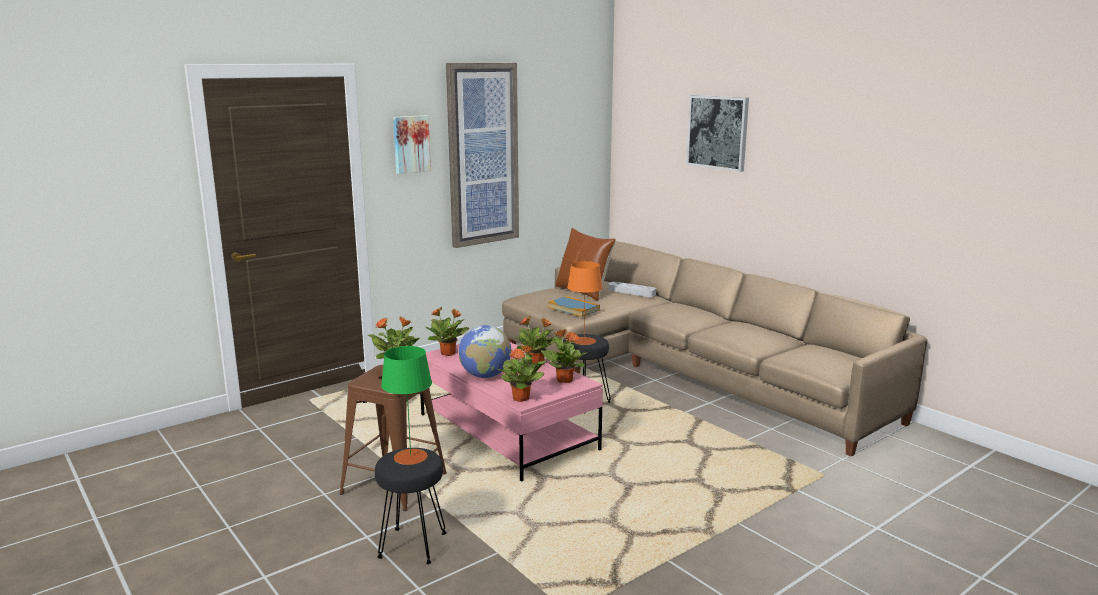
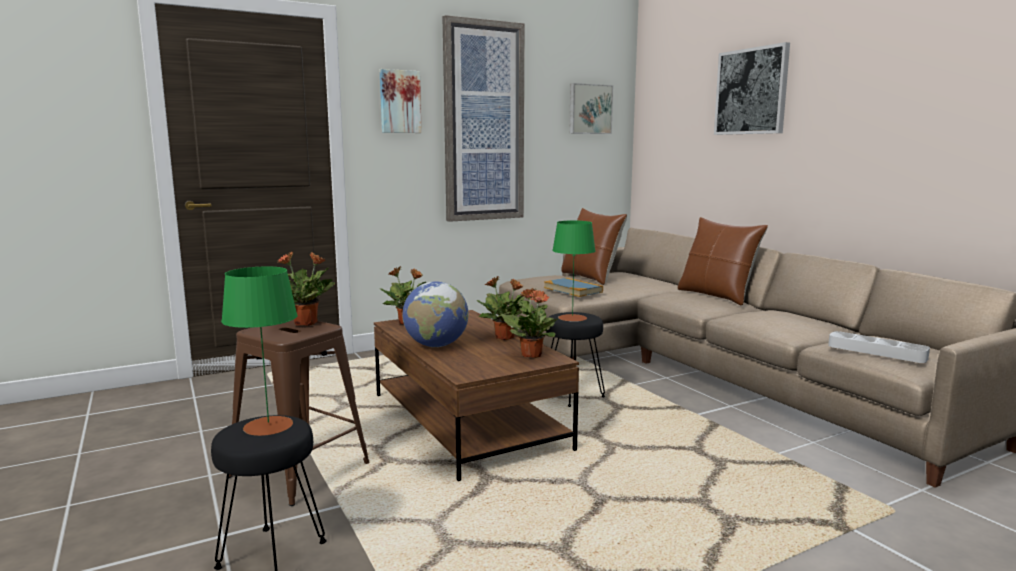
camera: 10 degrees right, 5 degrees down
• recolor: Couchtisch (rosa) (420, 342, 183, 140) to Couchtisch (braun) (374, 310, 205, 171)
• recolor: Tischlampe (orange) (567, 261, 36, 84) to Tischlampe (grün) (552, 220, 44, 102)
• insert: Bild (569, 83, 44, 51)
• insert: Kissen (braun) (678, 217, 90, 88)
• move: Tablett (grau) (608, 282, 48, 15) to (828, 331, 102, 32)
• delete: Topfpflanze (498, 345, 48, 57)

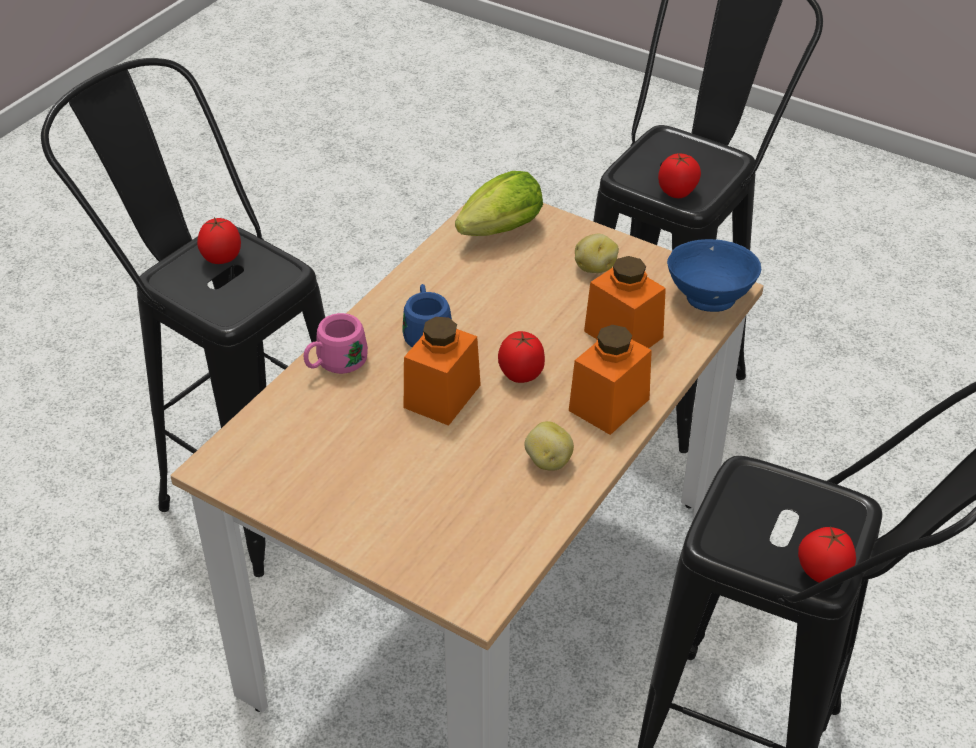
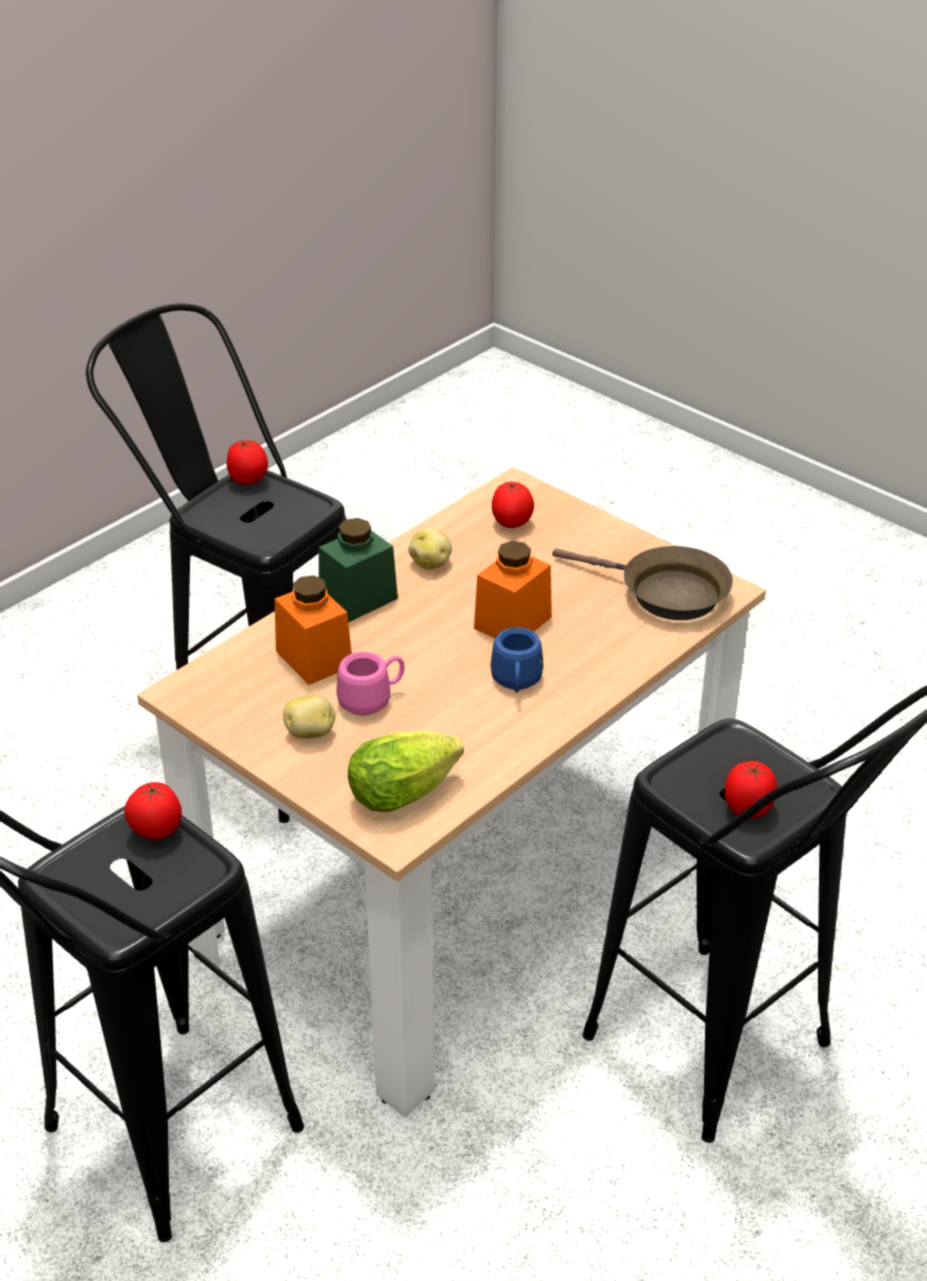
camera: 170 degrees left, 5 degrees down
• recolor: Vorratsglas (orange) (569, 325, 83, 110) to Vorratsglas (grün) (319, 518, 79, 105)
• move: Henkelbecher (rosa) (304, 313, 64, 61) to (337, 652, 68, 63)
• move: Tomate (498, 331, 47, 52) to (492, 482, 42, 46)
• insert: Pfanne (braun) (552, 546, 181, 74)
• delete: Schüssel (blau) (667, 239, 94, 73)

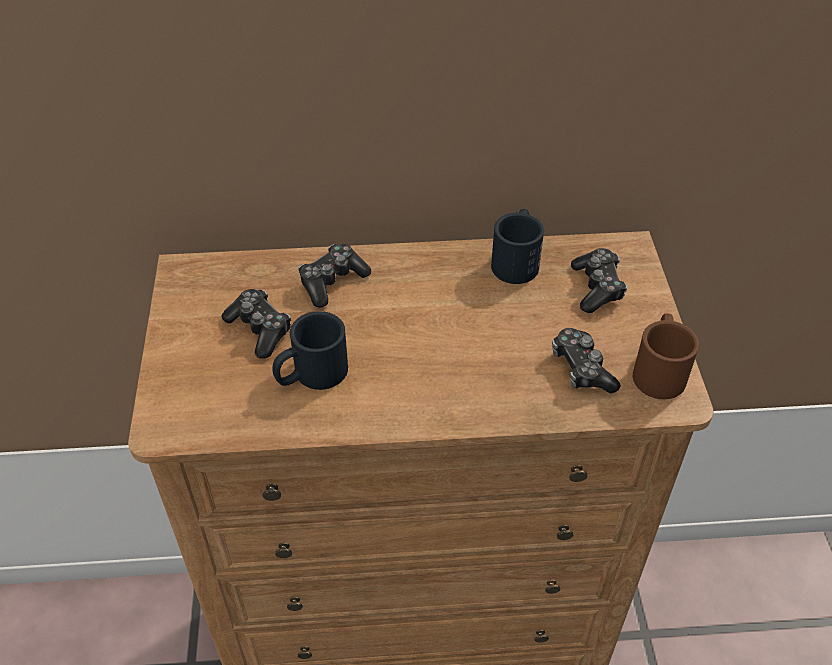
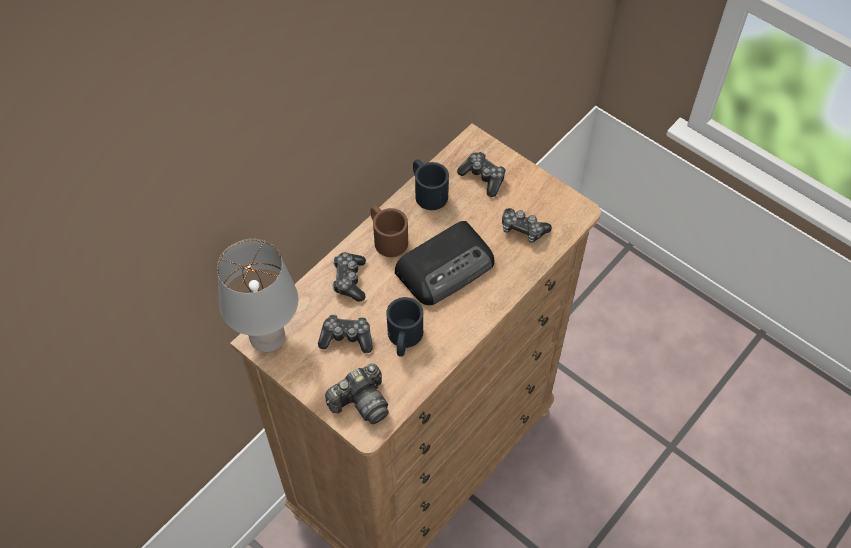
camera: 45 degrees left, 10 degrees up
• insert: Tischlampe (grau) (217, 239, 81, 113)
• insert: Kamera (325, 364, 64, 60)
• move: Henkelbecher (braun) (633, 313, 66, 86) to (371, 205, 37, 52)
• insert: Radio (395, 221, 99, 84)

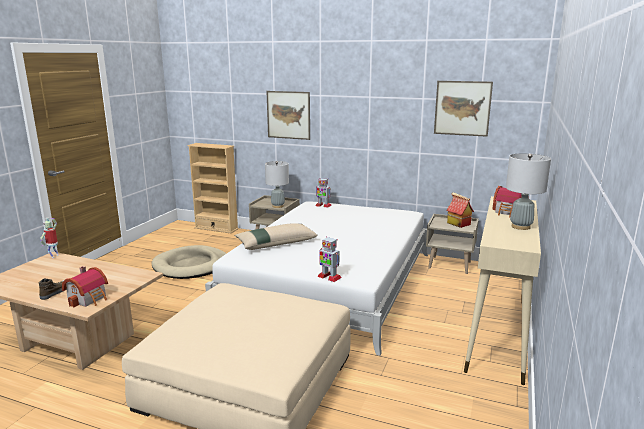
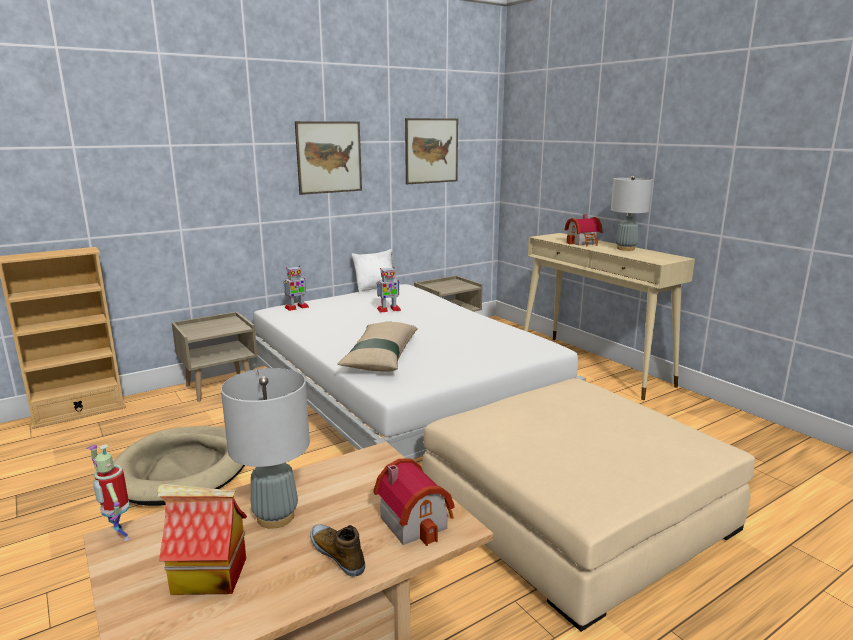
camera: 55 degrees left, 0 degrees up
• move: Spielzeughaus (446, 192, 28, 36) to (157, 484, 90, 111)
• move: Tischlampe (grau) (265, 161, 24, 47) to (221, 368, 89, 161)
• move: Bild (266, 91, 44, 49) to (295, 121, 67, 74)
• insert: Kissen (weiß) (351, 249, 46, 43)
• move: Spielzeugroboter (317, 236, 25, 46) to (377, 267, 24, 45)

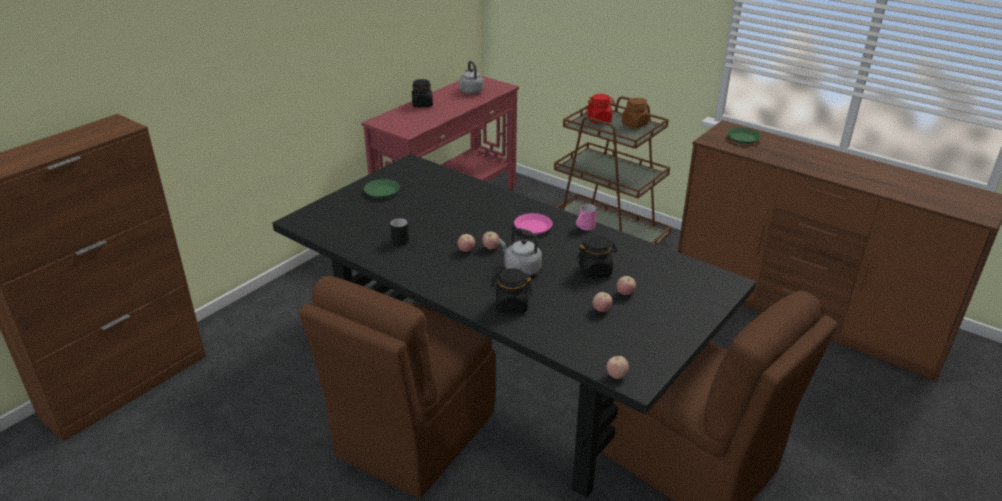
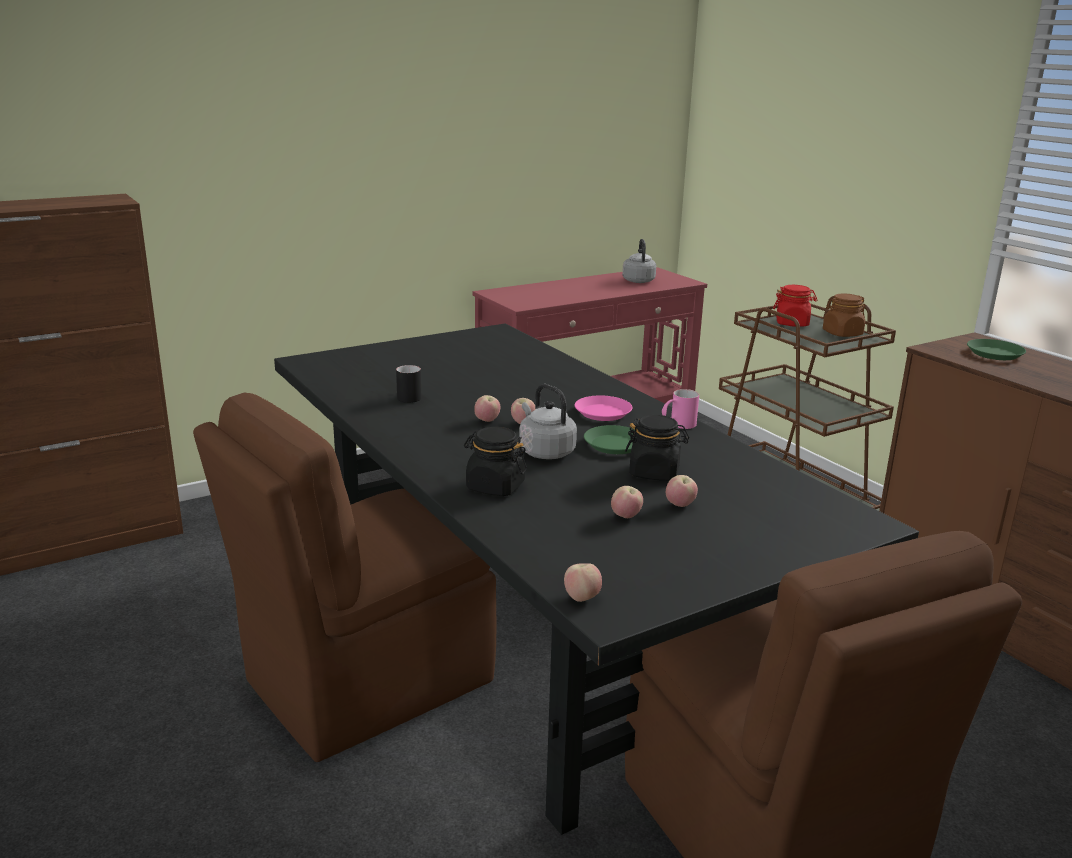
camera: 20 degrees right, 10 degrees down
• move: Teller (grün) (364, 179, 36, 19) to (584, 425, 53, 29)
• delete: Vorratsglas (schwarz) (412, 79, 21, 28)

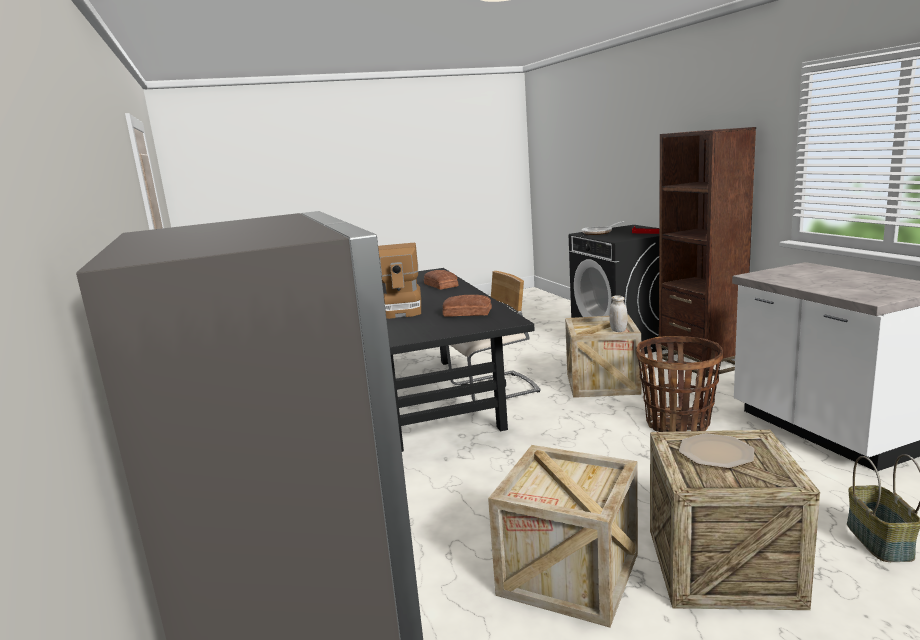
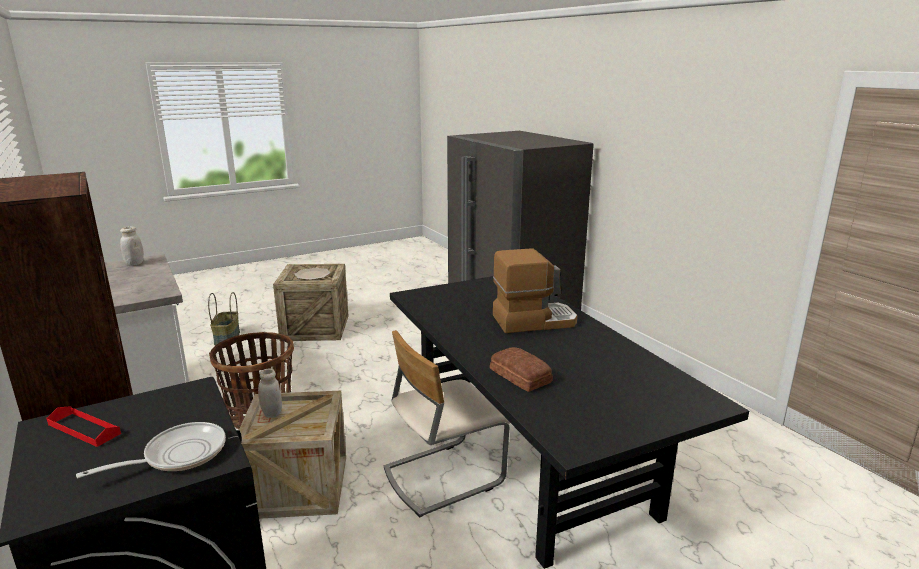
camera: 170 degrees right, 5 degrees up
• insert: Vorratsglas (weiß) (120, 227, 24, 39)
• rotate: Kaffeemaschine (378, 243, 43, 76) = (493, 248, 84, 85) 90 degrees clockwise
• delete: Brot (442, 295, 50, 22)
• delete: Kiste (488, 445, 150, 182)

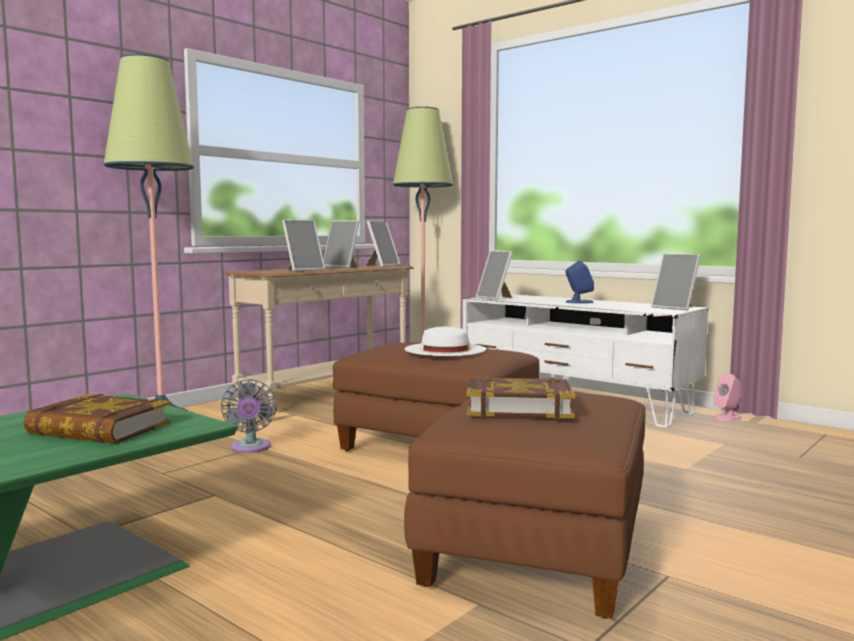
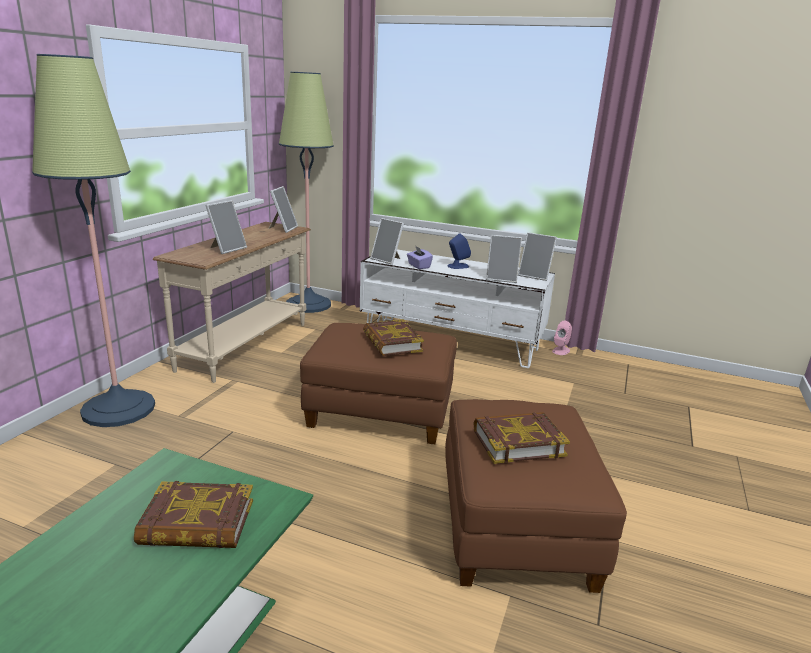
camera: 20 degrees left, 15 degrees up
• replace: Hut (weiß) (405, 326, 81, 30) to Buch (363, 319, 61, 37)
• insert: Taschentuchbox (lila) (407, 246, 26, 23)
• move: Bilderrahmen (323, 220, 36, 48) to (486, 235, 36, 48)
• delete: Ventilator (grau) (220, 379, 57, 74)

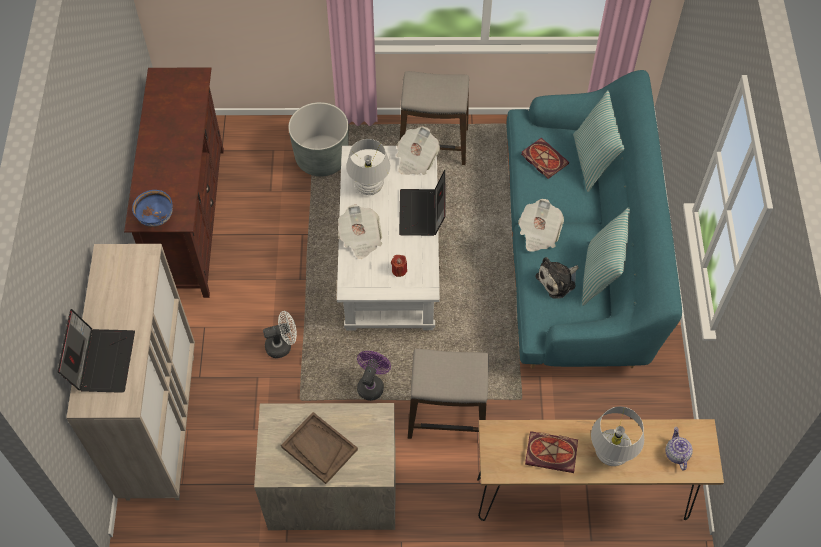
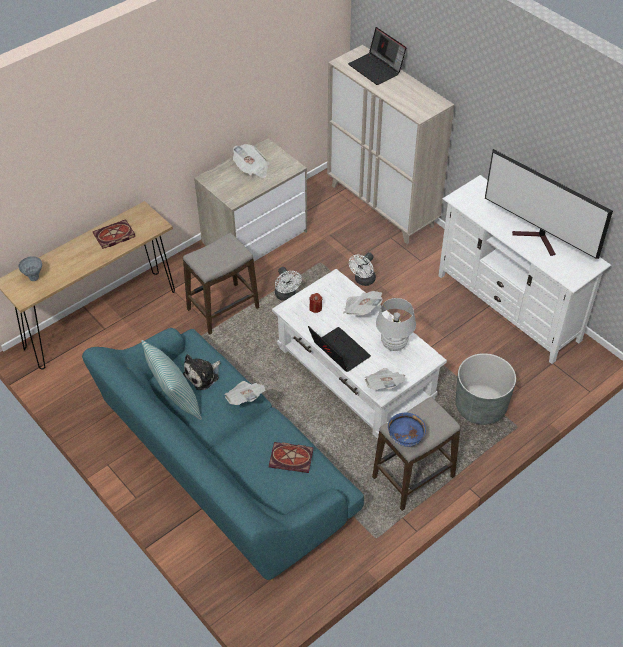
camera: 140 degrees right, 10 degrees down
• replace: Teekanne (665, 427, 28, 44) to Vase (grau) (19, 256, 23, 25)
• rotate: Plüschtier (535, 257, 44, 42) = (183, 354, 38, 36) 150 degrees counterclockwise
• replace: Tablett (braun) (281, 412, 77, 72) to Zeitung (233, 144, 36, 34)
• recolor: Ventilator (lila) (357, 351, 34, 50) to Ventilator (weiß) (275, 267, 27, 34)
• move: Schüssel (blau) (132, 190, 41, 37) to (388, 413, 38, 34)
• recolor: Fernsehschrank (braun) (124, 68, 100, 230) to Fernsehschrank (weiß) (438, 175, 173, 189)
• insert: Fernseher (485, 149, 128, 110)
• delete: Kissen (573, 90, 52, 102)
• delete: Tischlampe (weiß) (591, 407, 53, 59)

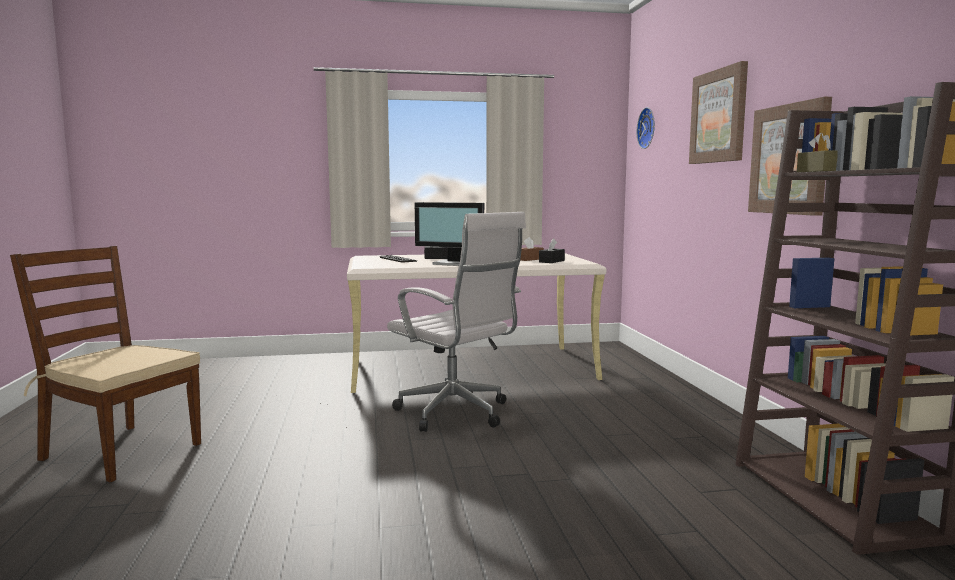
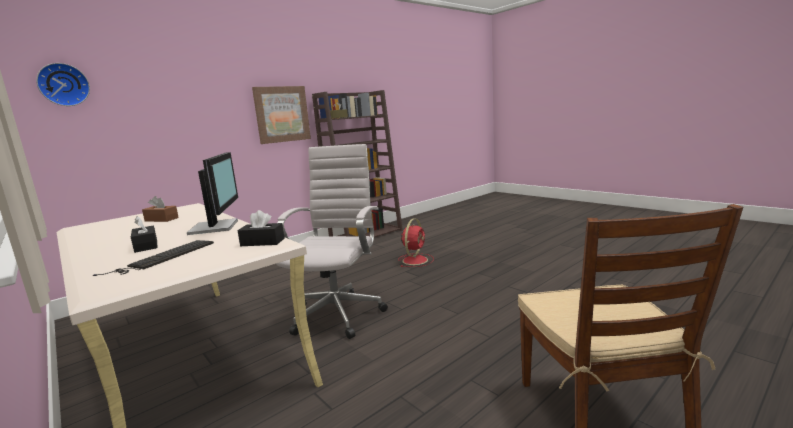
camera: 120 degrees left, 5 degrees up
• move: Taschentuchbox (schwarz) (539, 238, 26, 25) to (237, 210, 47, 36)
• insert: Ventilator (rot) (398, 218, 36, 49)
• delete: Bild (689, 61, 59, 103)

